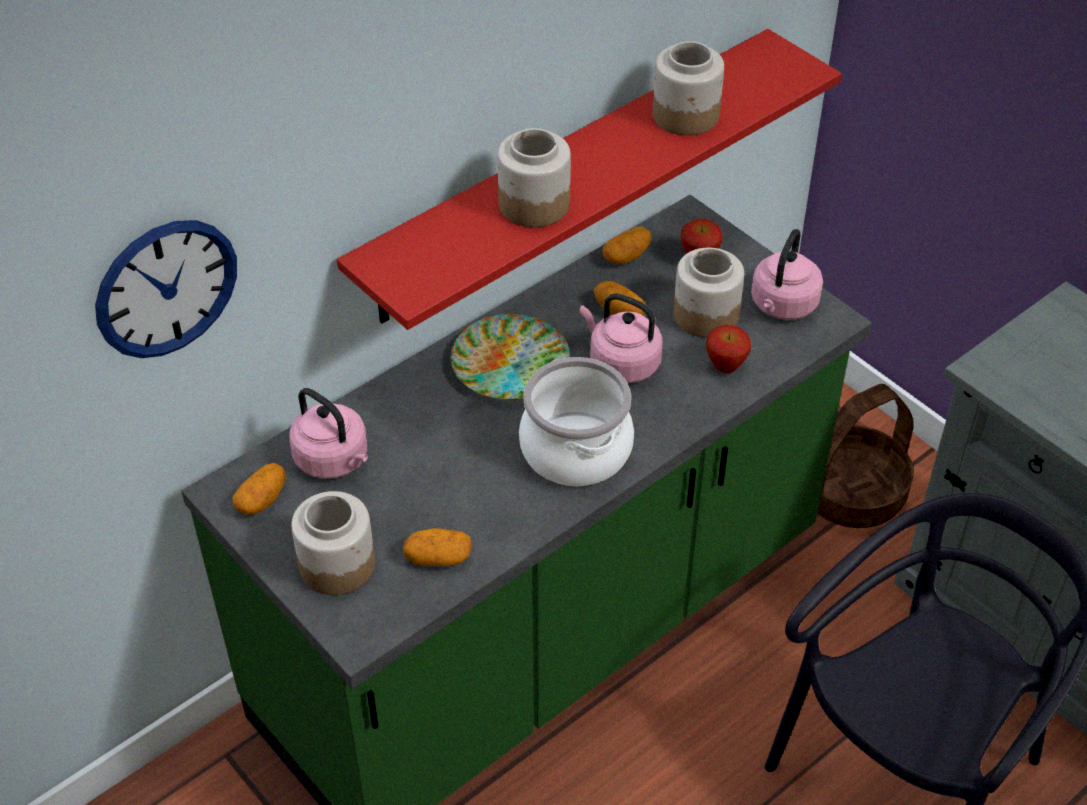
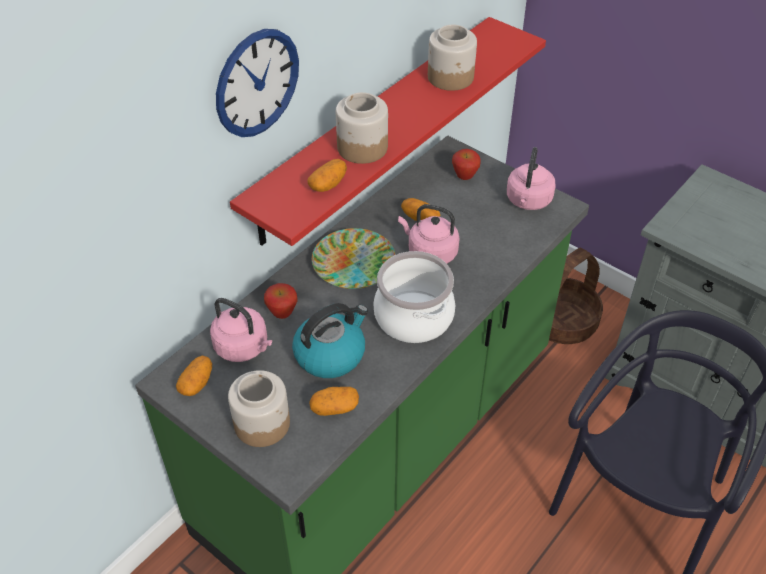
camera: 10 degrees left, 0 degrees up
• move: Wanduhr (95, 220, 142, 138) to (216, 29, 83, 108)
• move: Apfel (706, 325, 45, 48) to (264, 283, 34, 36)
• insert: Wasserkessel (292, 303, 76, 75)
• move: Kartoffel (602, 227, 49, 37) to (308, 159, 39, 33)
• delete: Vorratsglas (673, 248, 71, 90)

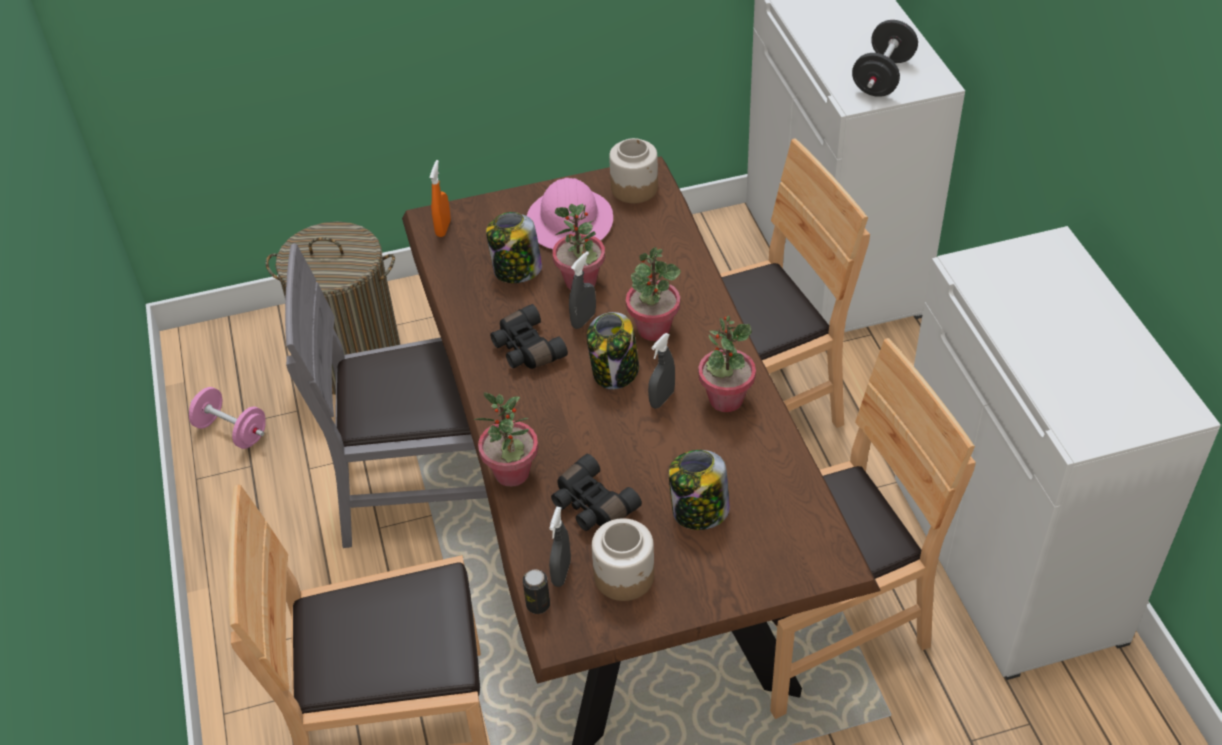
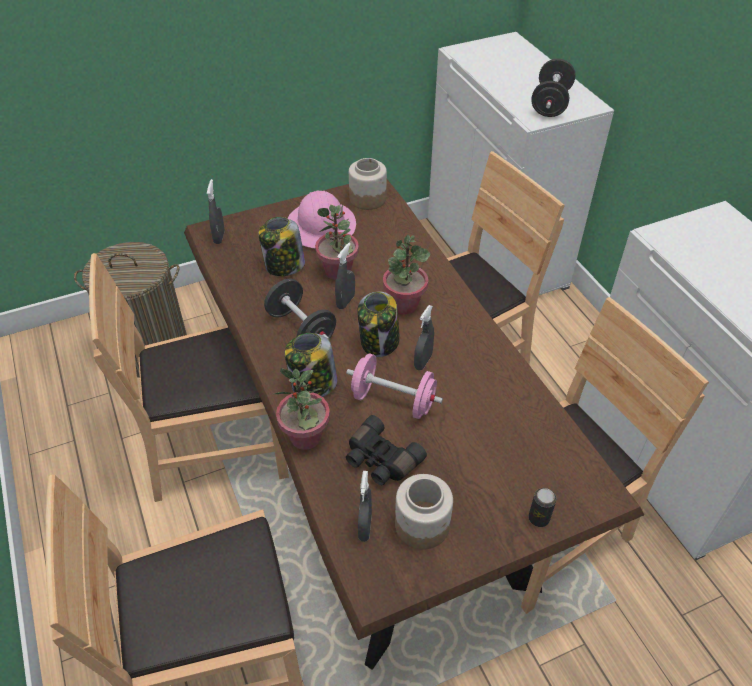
camera: 10 degrees left, 0 degrees up
• recolor: Stuhl (grau) (285, 243, 203, 305) to Stuhl (braun) (89, 253, 200, 249)
• recolor: Sprühflasche (orange) (430, 160, 21, 77) to Sprühflasche (grau) (207, 179, 18, 65)
• replace: Fernglas (schwarz) (490, 304, 78, 65) to Hantel (schwarz) (264, 279, 72, 61)
• move: Vorratsglas (669, 450, 61, 80) to (285, 333, 52, 64)
• move: Hantel (rosa) (189, 387, 77, 62) to (346, 353, 97, 66)
• move: Dose (523, 569, 27, 45) to (528, 488, 29, 39)
• delete: Topfpflanze (698, 316, 58, 96)

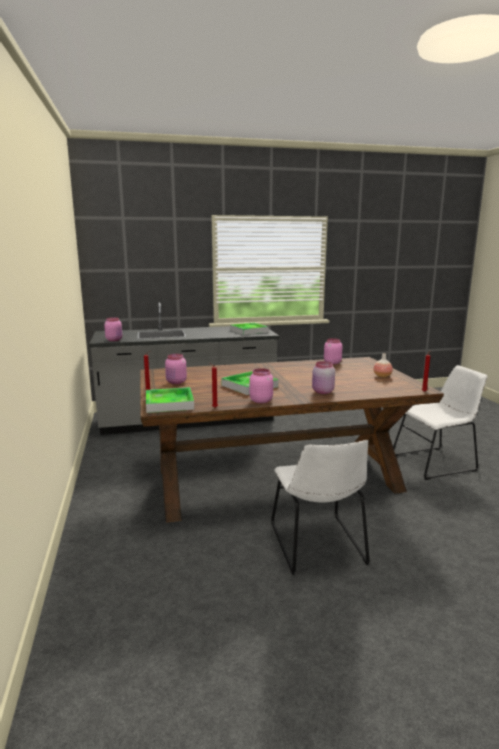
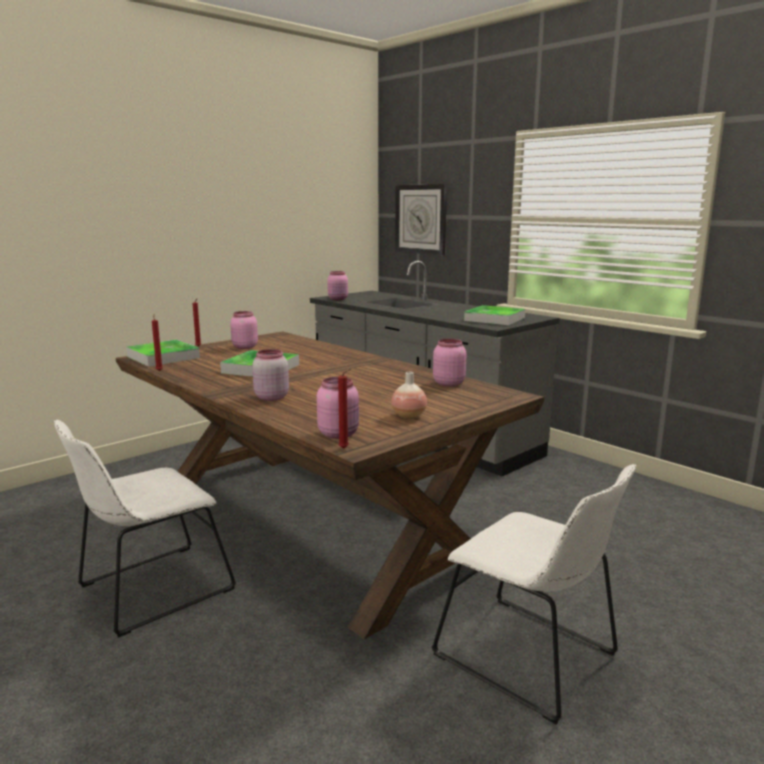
camera: 60 degrees right, 0 degrees up
• move: Vorratsglas (rosa) (249, 368, 24, 35) to (317, 377, 42, 62)
• insert: Wanduhr (395, 184, 52, 71)

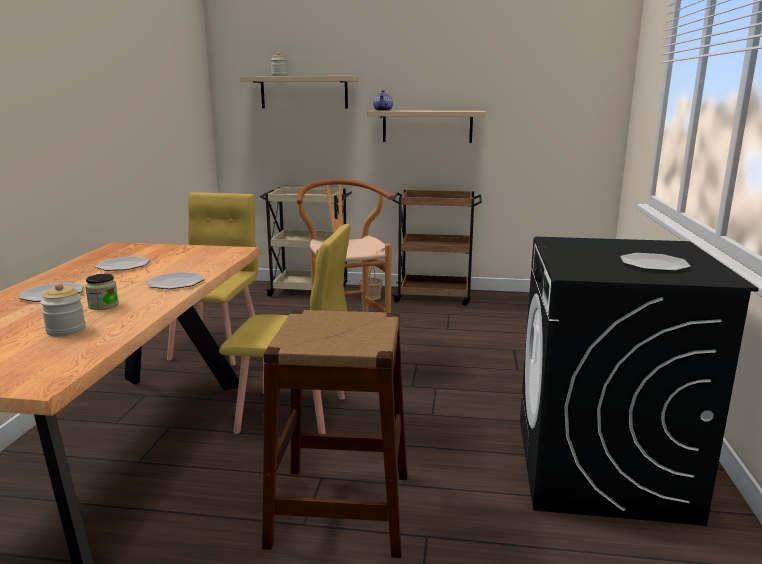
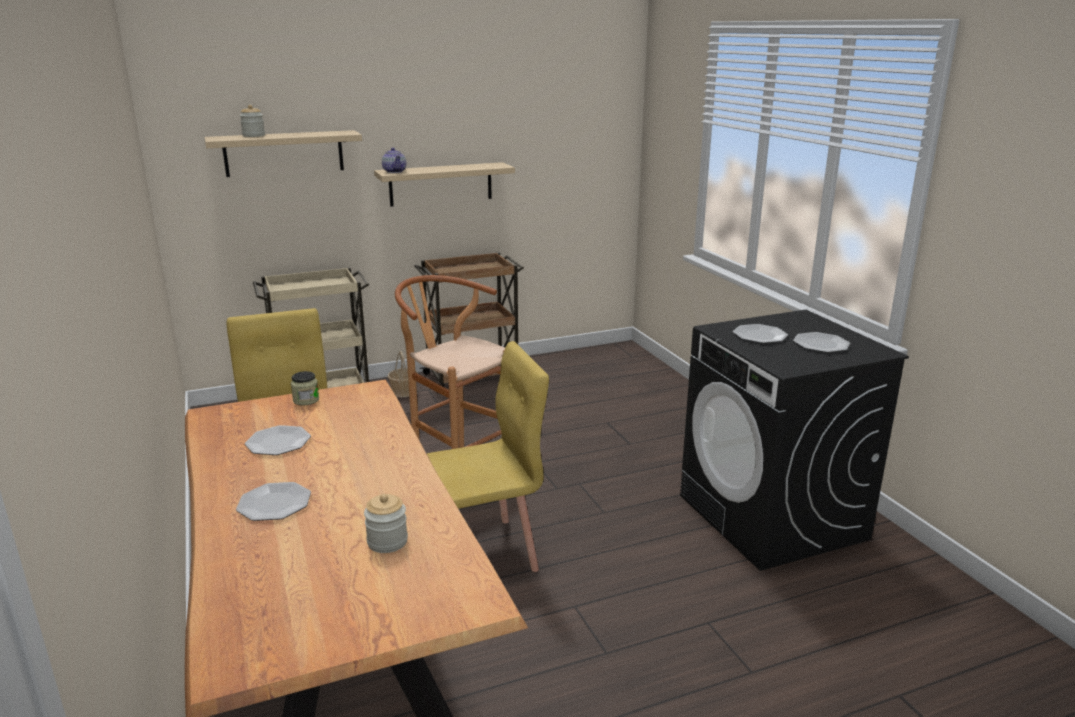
camera: 30 degrees left, 5 degrees up
• move: Vorratsglas (85, 274, 34, 36) to (291, 371, 28, 35)
• move: Teller (146, 272, 58, 17) to (733, 324, 55, 19)
• delete: Hocker (braun) (262, 310, 145, 248)

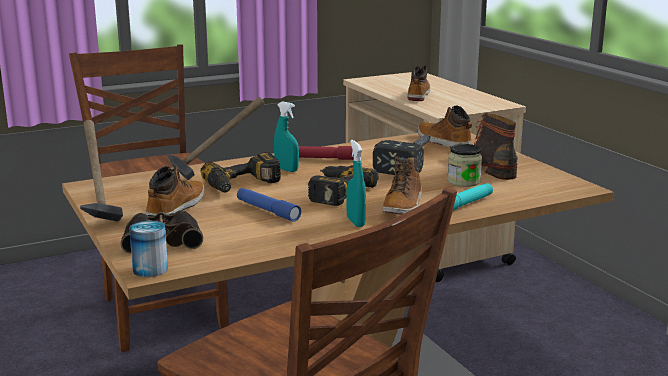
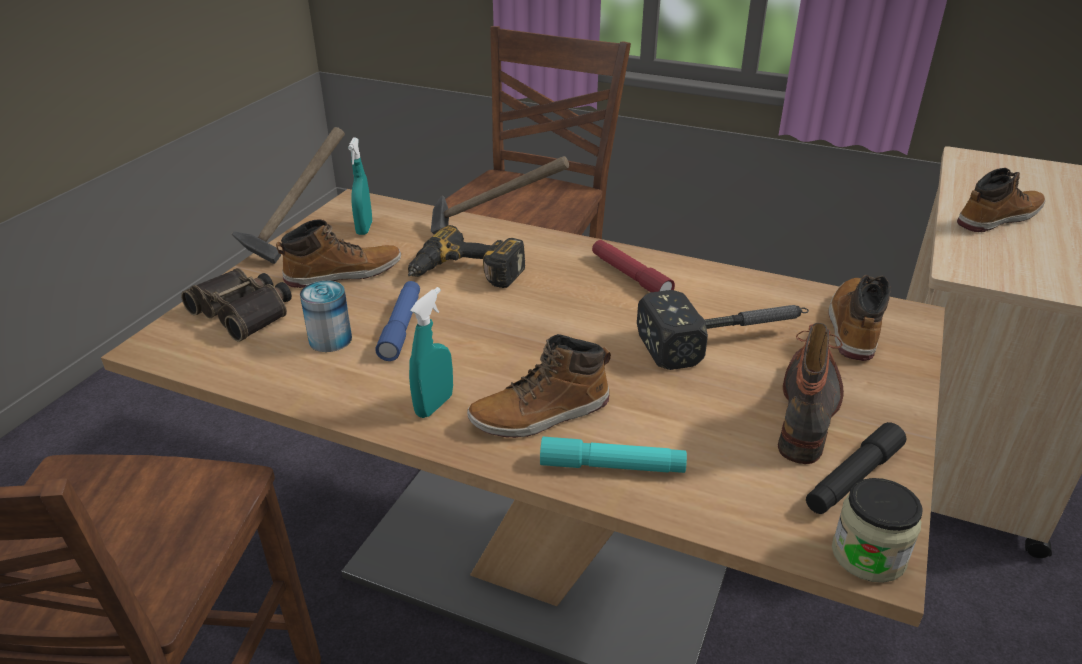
camera: 50 degrees right, 15 degrees up
• move: Dose (129, 221, 39, 56) to (300, 281, 52, 71)
• move: Sprühflasche (türkis) (274, 101, 25, 71) to (348, 137, 24, 98)
• insert: Taschenlampe (schwarz) (806, 422, 100, 92)
• move: Vorratsglas (447, 144, 35, 43) to (832, 478, 91, 105)
• delete: Bohrmaschine (308, 165, 70, 41)

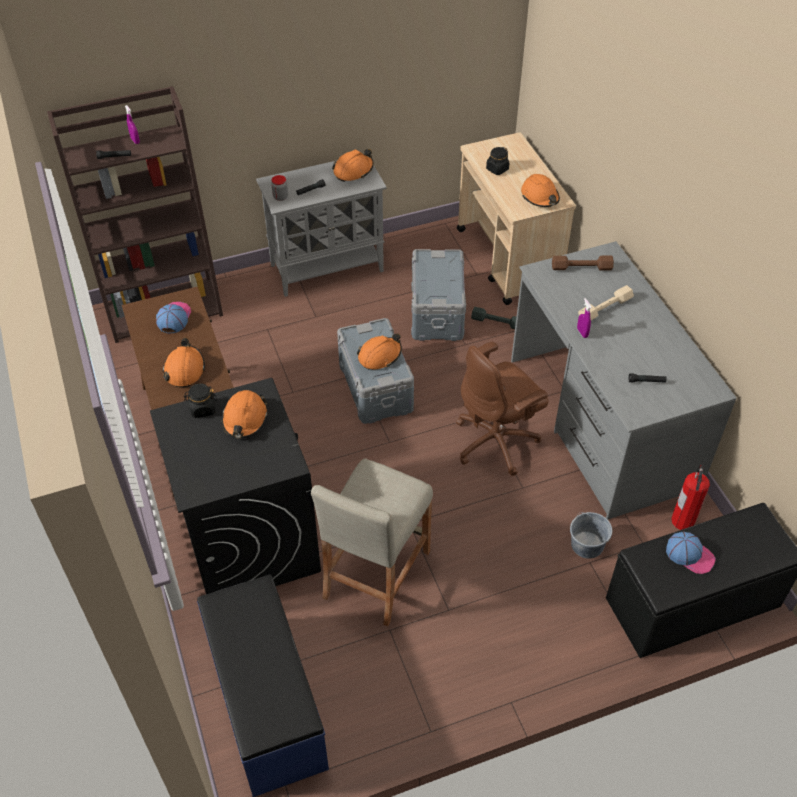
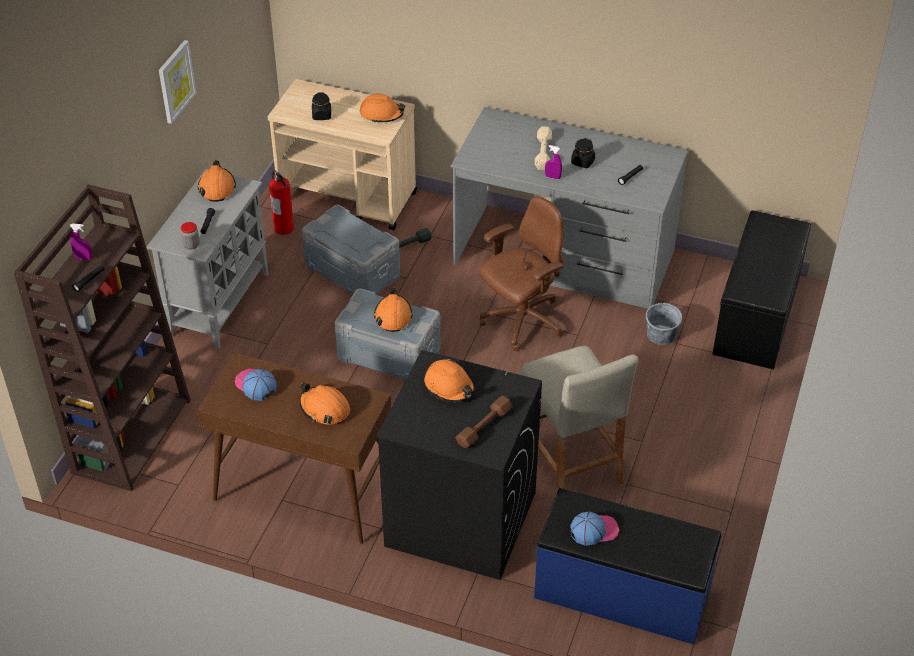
camera: 50 degrees left, 5 degrees down
• insert: Bild (159, 40, 37, 84)
• move: Feuerlöscher (671, 464, 39, 66) to (269, 170, 25, 65)
• move: Hantel (braun) (552, 256, 62, 15) to (455, 395, 58, 53)
• rotate: Bürostuhl (braun) (456, 342, 93, 134) = (480, 197, 84, 154) 135 degrees counterclockwise
• move: Kappe (666, 532, 50, 42) to (570, 512, 49, 34)
• move: Vorratsglas (schwarz) (184, 383, 33, 35) to (571, 138, 24, 30)

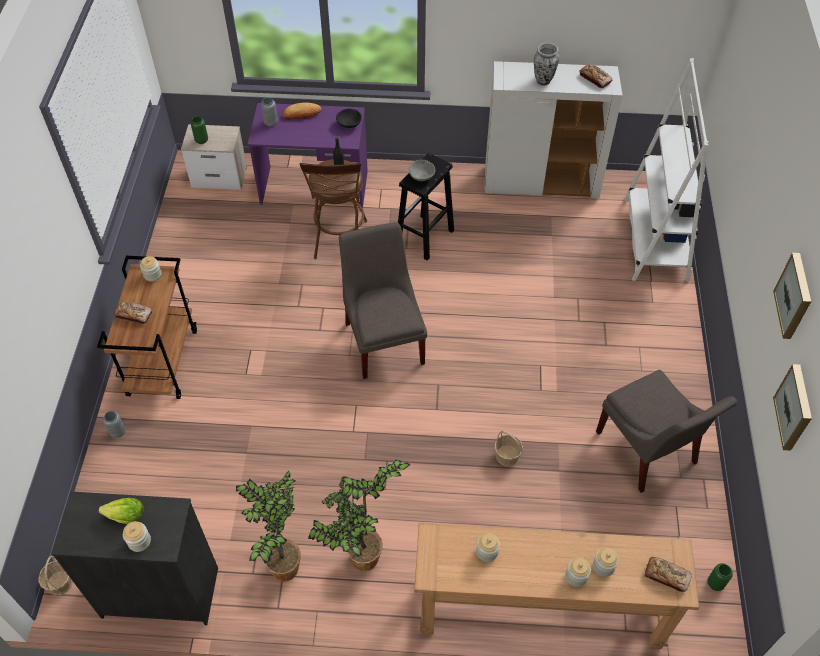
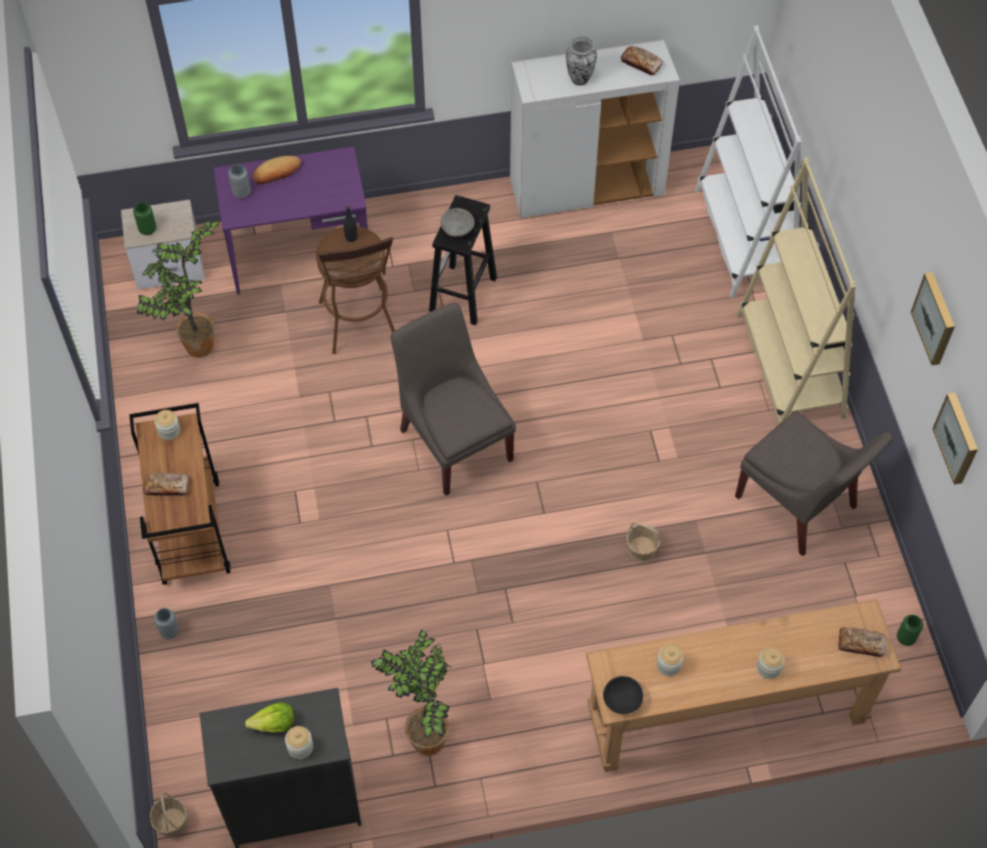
camera: 15 degrees left, 5 degrees up
• move: Topfpflanze (308, 459, 103, 112) to (137, 220, 84, 138)
• move: Schüssel (schwarz) (336, 109, 26, 19) to (603, 676, 40, 38)
• insert: Bücherregal (beige) (736, 157, 120, 269)
• delete: Vorratsglas (593, 547, 26, 30)

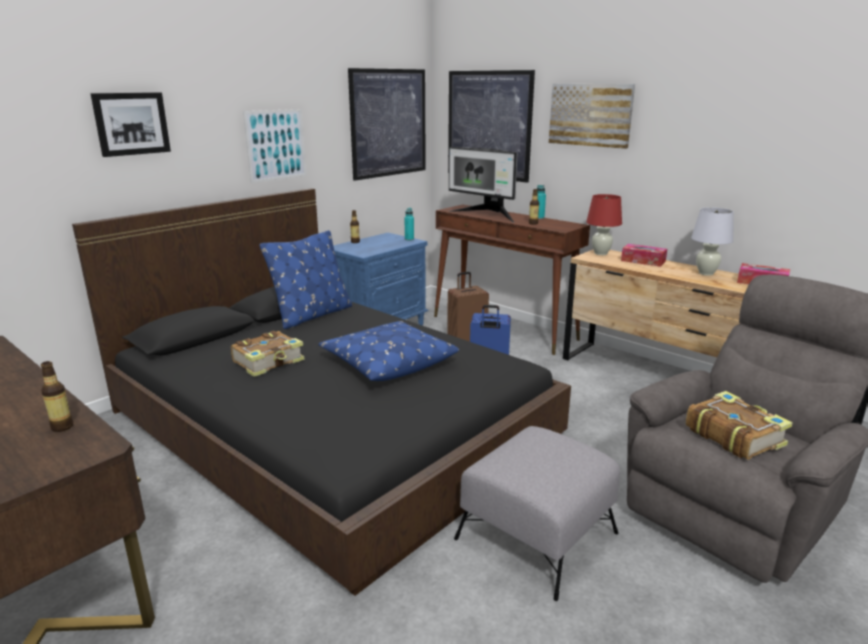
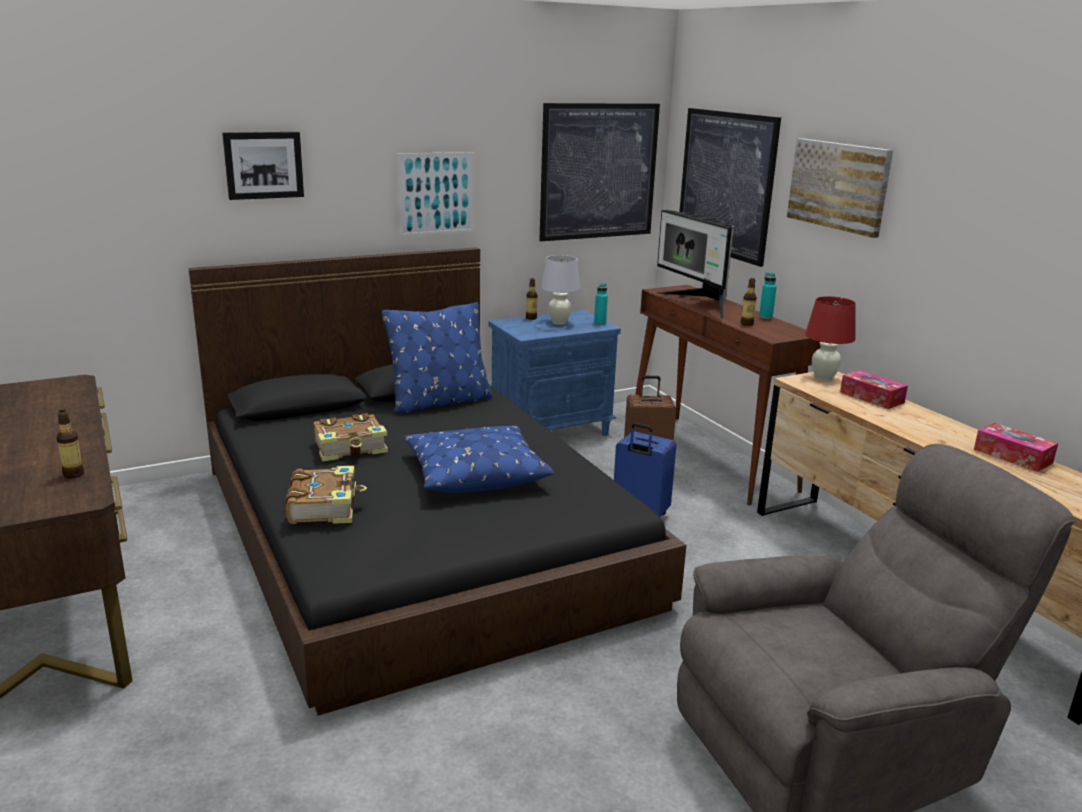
camera: 20 degrees right, 0 degrees up
• move: Buch (686, 391, 107, 69) to (285, 466, 82, 58)
• move: Tischlampe (weiß) (691, 207, 43, 69) to (541, 255, 39, 70)
• delete: Polsterhocker (grau) (454, 426, 166, 175)

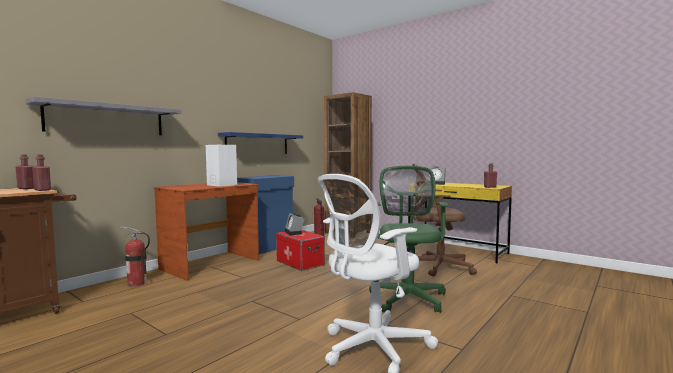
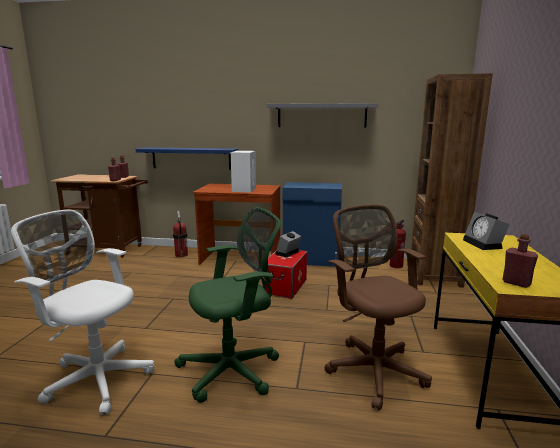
camera: 60 degrees right, 10 degrees up
• move: Wandregal (blau) (218, 132, 85, 22) to (136, 147, 102, 23)
• move: Wandregal (grau) (25, 96, 156, 39) to (266, 103, 112, 25)

